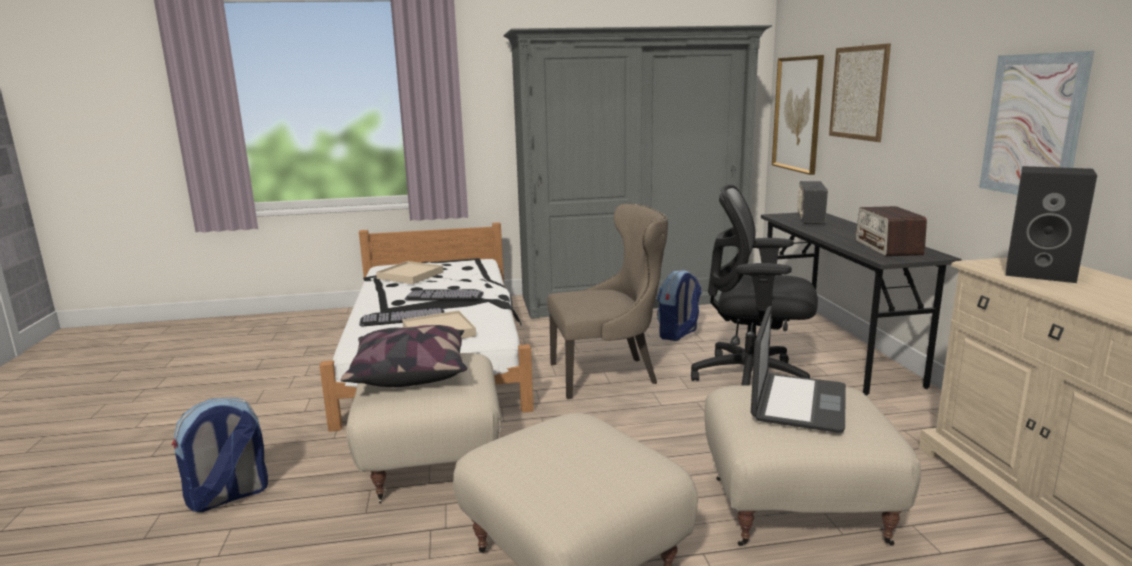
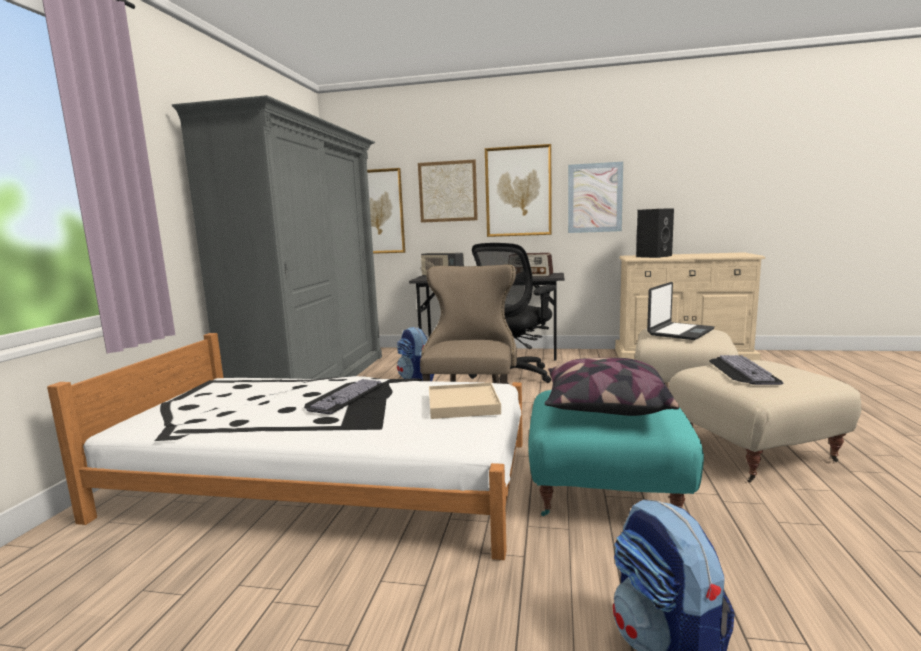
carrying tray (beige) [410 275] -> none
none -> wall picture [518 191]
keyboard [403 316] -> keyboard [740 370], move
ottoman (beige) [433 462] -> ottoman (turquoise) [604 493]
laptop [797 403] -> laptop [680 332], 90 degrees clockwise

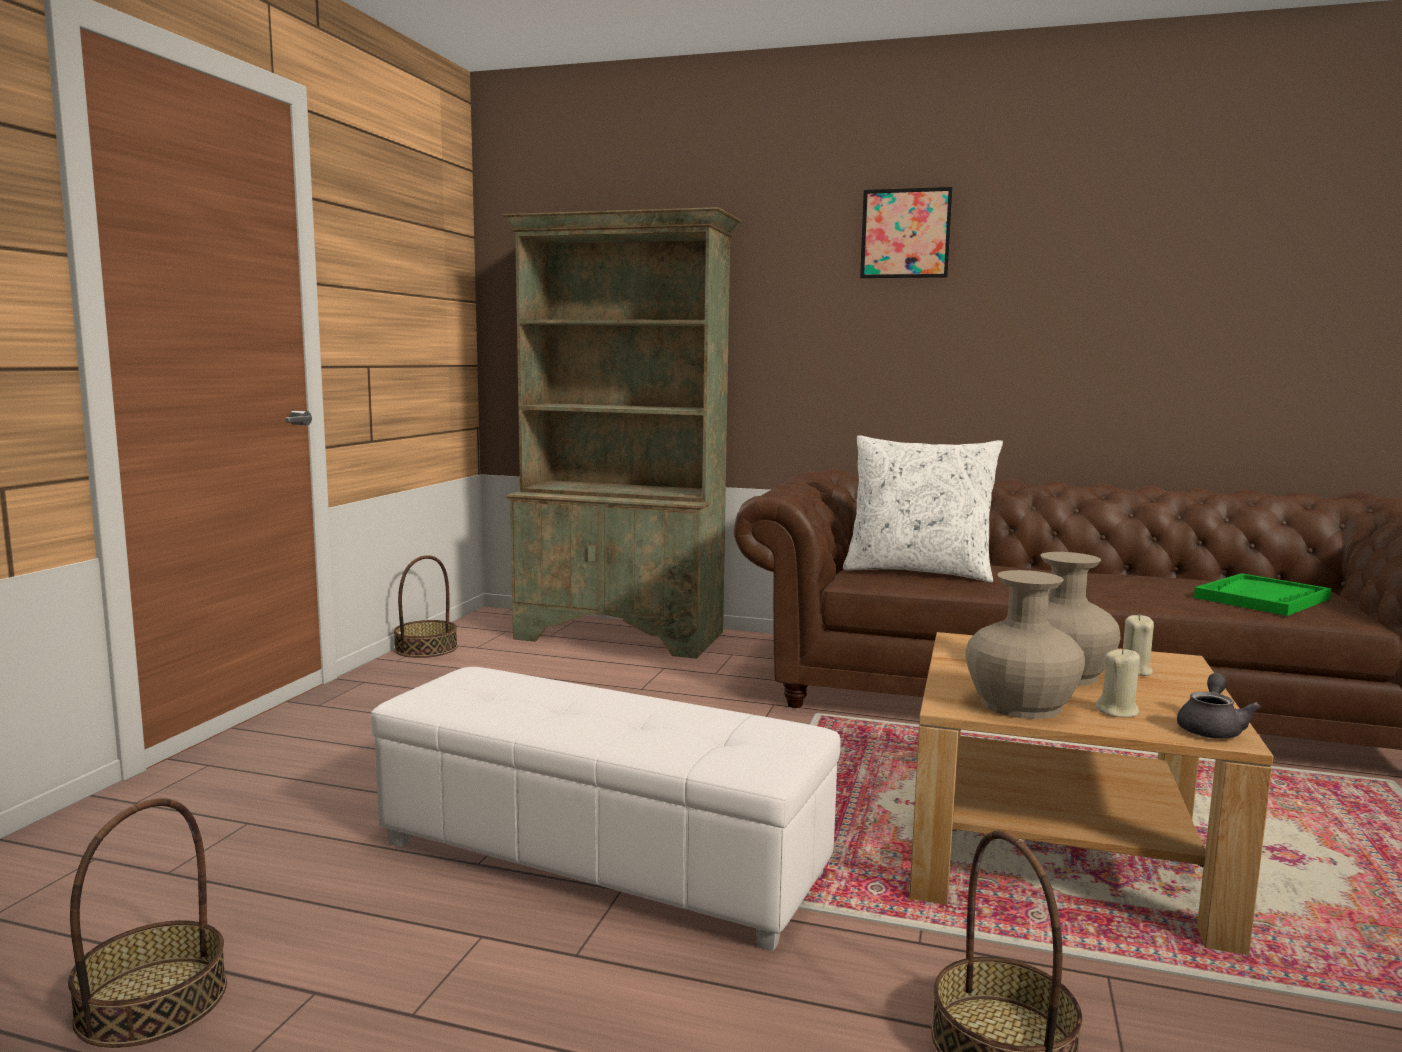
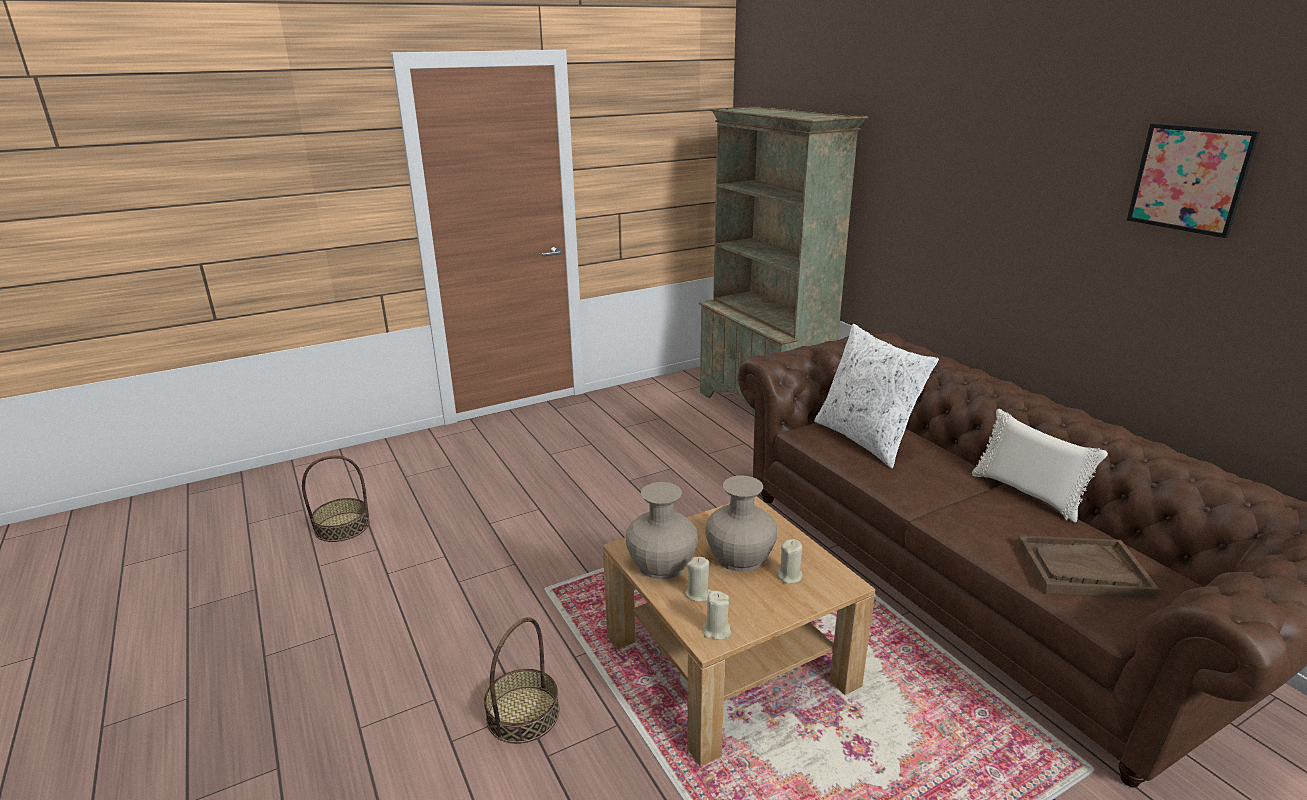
ottoman (whitish) [603 858] -> none
household basket [426 648] -> none
none -> pillow (whitish) [1027 494]
wall picture [905 233] -> wall picture [1189 179], move
teapot (gray) [1211 728] -> candle (beige) [716 631]
carrying tray (green) [1262 598] -> carrying tray (brownish) [1083 569]

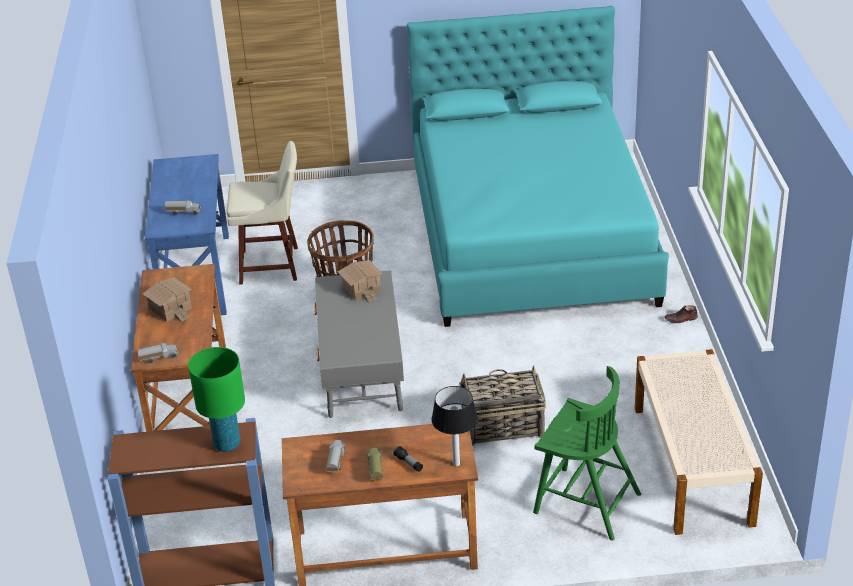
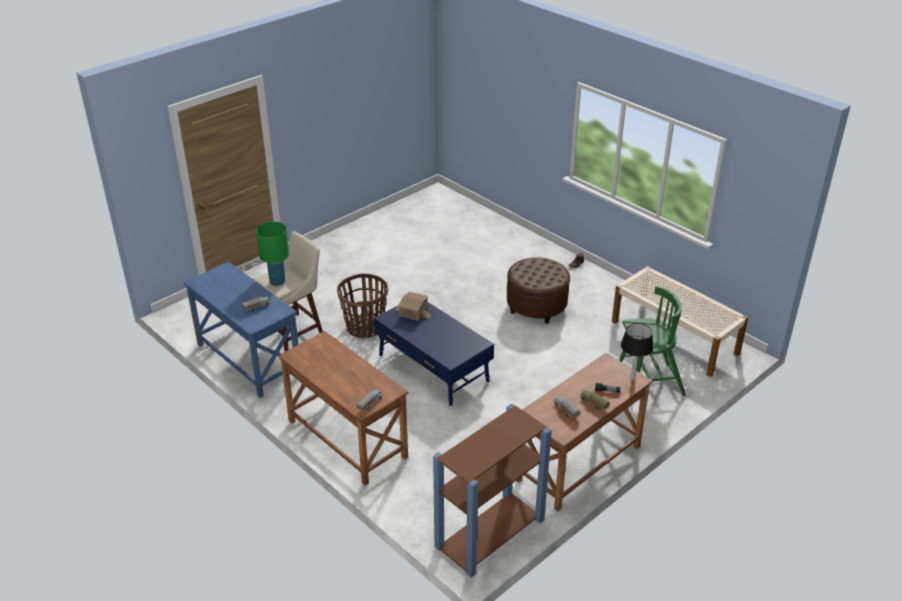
model house [169 309] -> none
bed (turquoise) [531 235] -> none
household basket [501 426] -> none
none -> ottoman (brownish) [536 307]
lamp for a table (green) [227 444] -> lamp for a table (green) [277 282], move
lounge table (gray) [361 369] -> lounge table (bluish) [434 368]

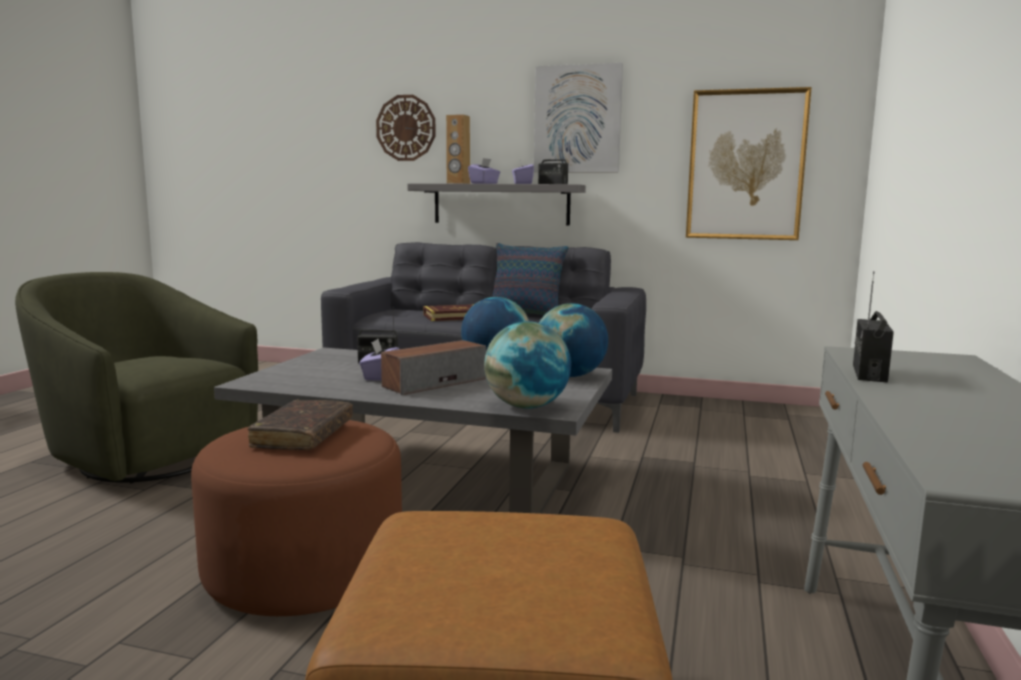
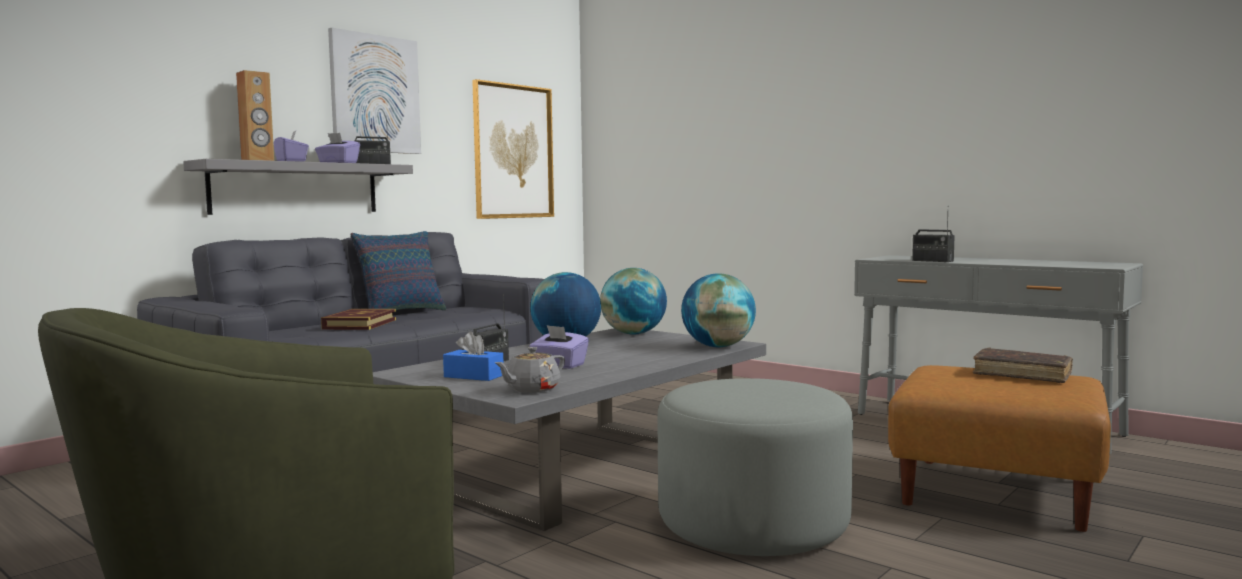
clock on the wall [406 128] -> none
audio speaker [434 383] -> none
none -> tissue holder (bluish) [473 376]
none -> teapot (gray) [532 389]
bound book (brownish) [303 435] -> bound book (brownish) [1022 375], move
ottoman (brownish) [305 571] -> ottoman (gray) [753 524]

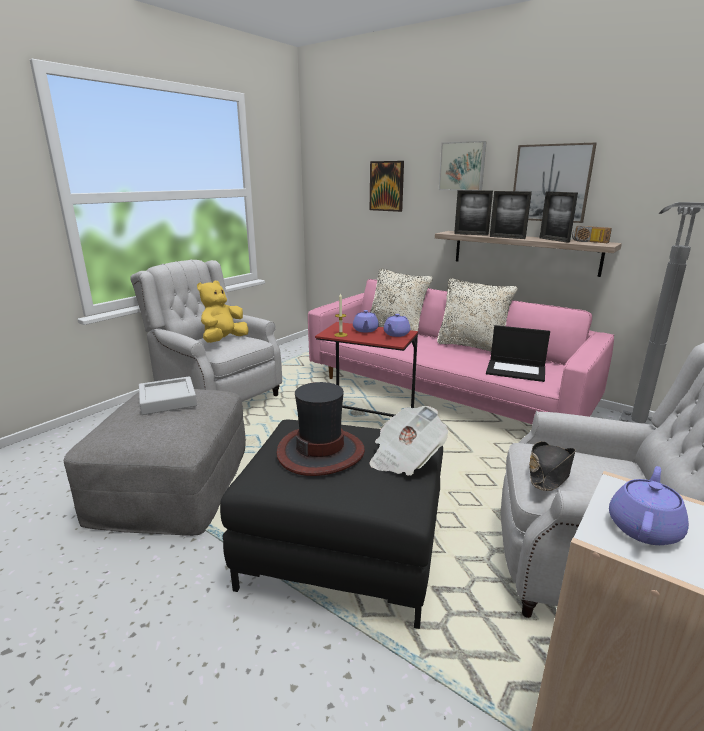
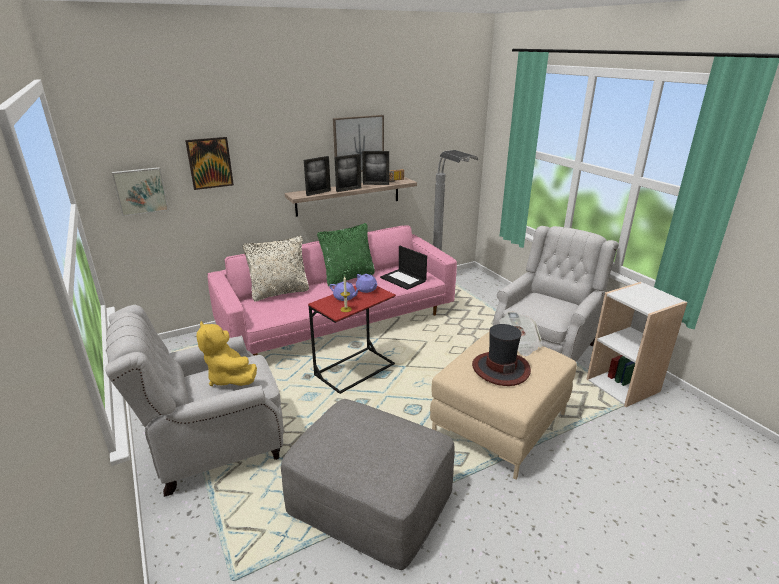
carrying tray (gray) [168 400] -> none
hat (blackish) [549 472] -> none
teapot (purplish) [644 527] -> none
wall picture [462 166] -> wall picture [140 191], move
ottoman (blackish) [341 554] -> ottoman (beige) [499 424]
pillow (beige) [471 347] -> pillow (green) [349 278]
laptop [516 370] -> laptop [403 279], 90 degrees clockwise

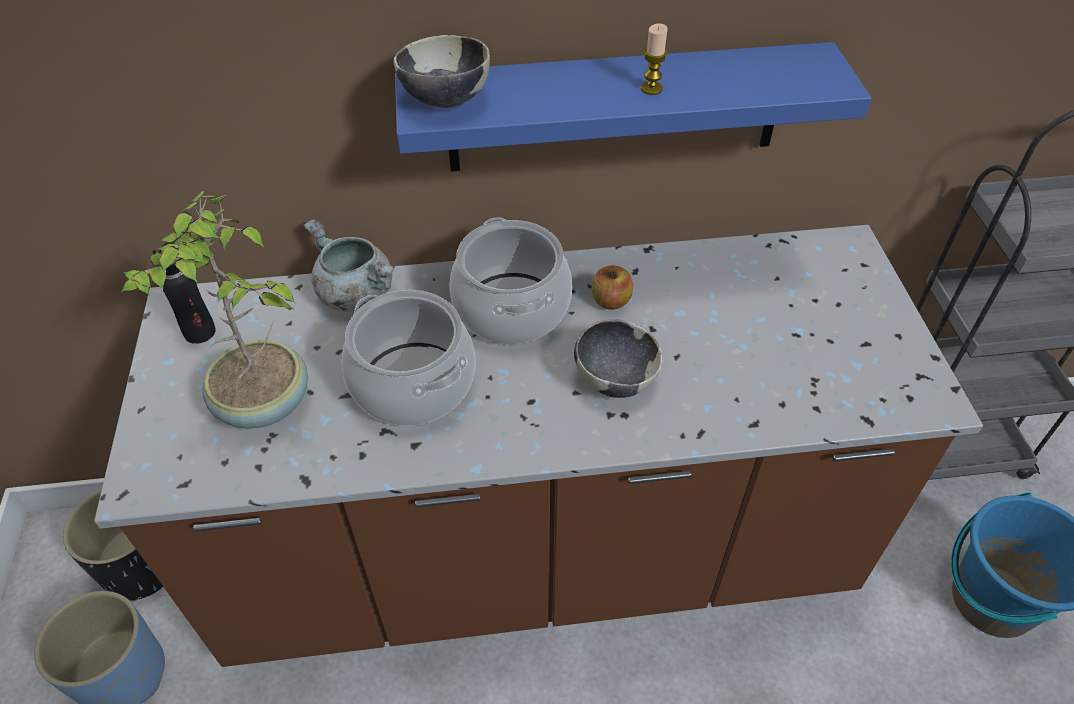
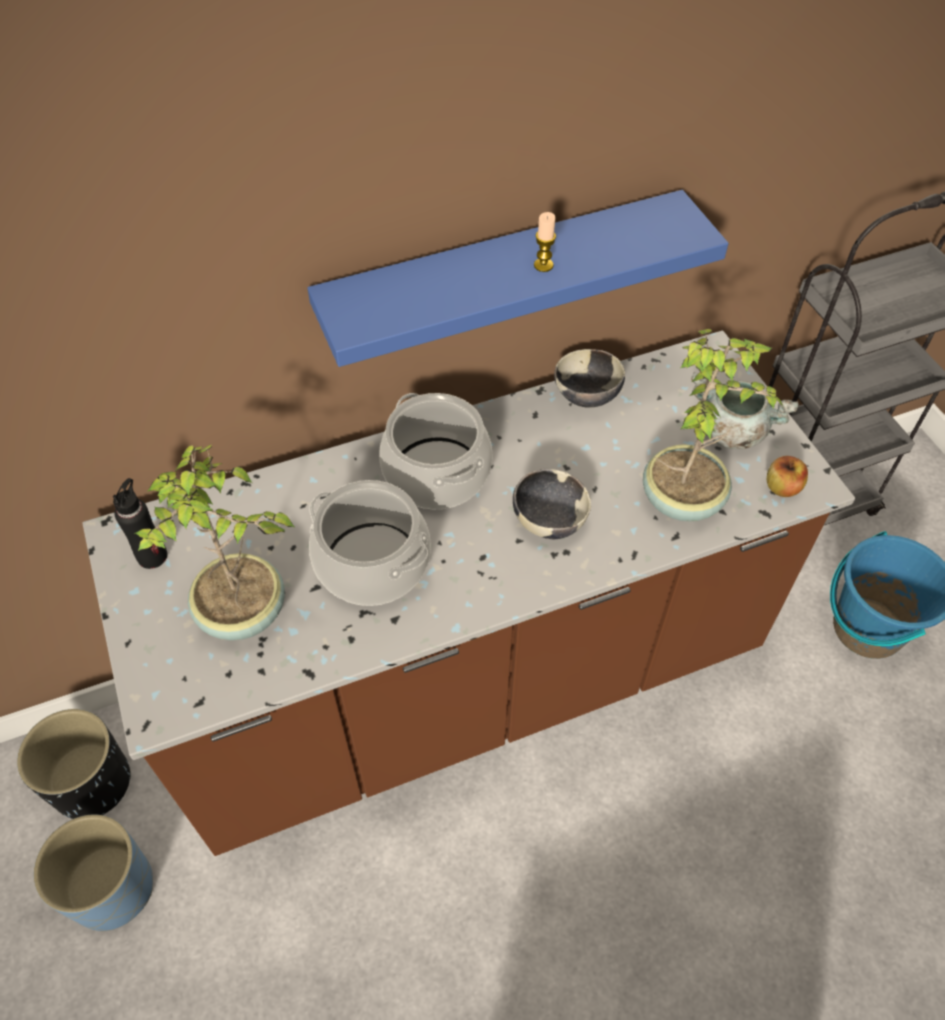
none -> houseplant [683 498]
cooking pot (gray) [355 294] -> cooking pot (gray) [730 431], move
serving bowl [445 100] -> serving bowl [586 396], move
apple [611 301] -> apple [782 487], move

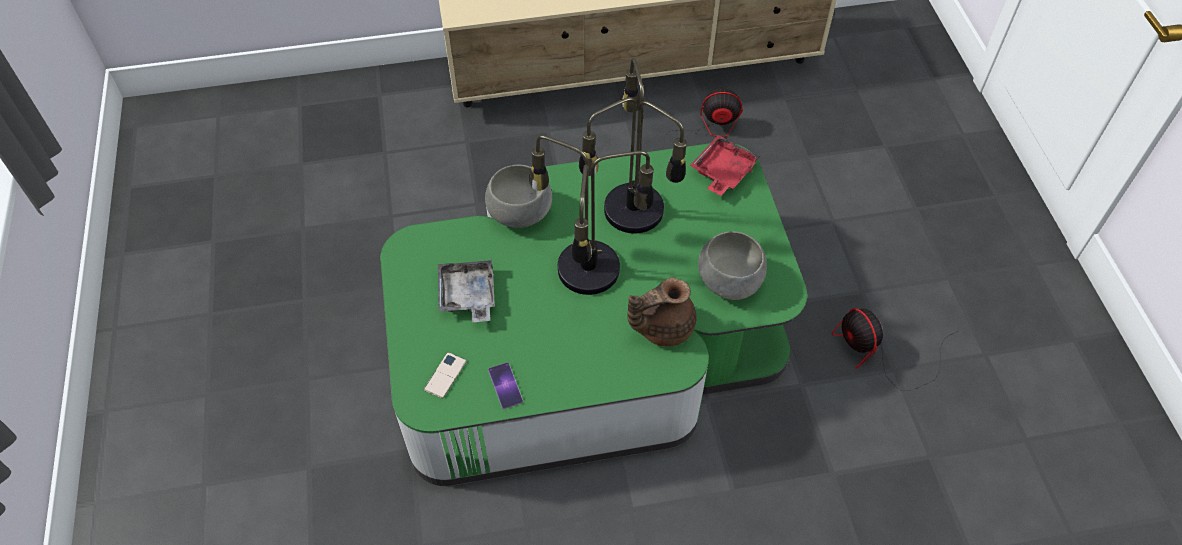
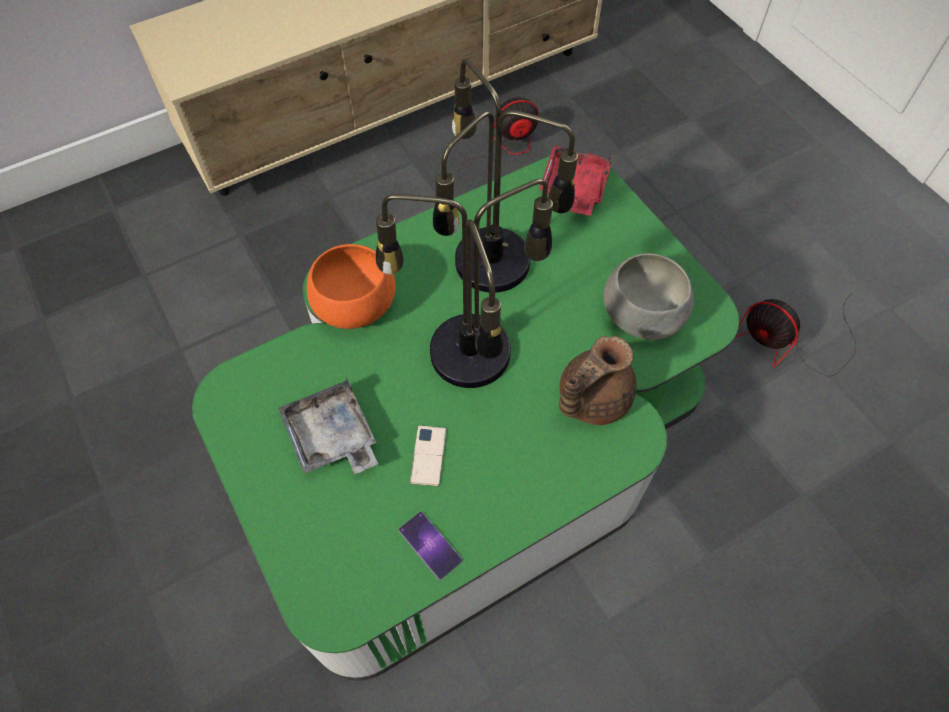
handset [445 375] -> handset [428 455], move
serving bowl (gray) [519 213] -> serving bowl (orange-coloured) [354 307]

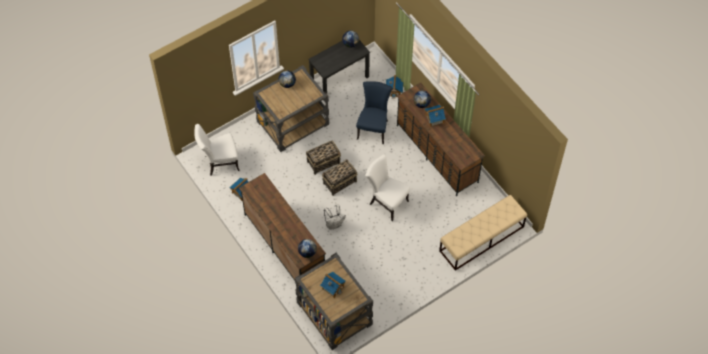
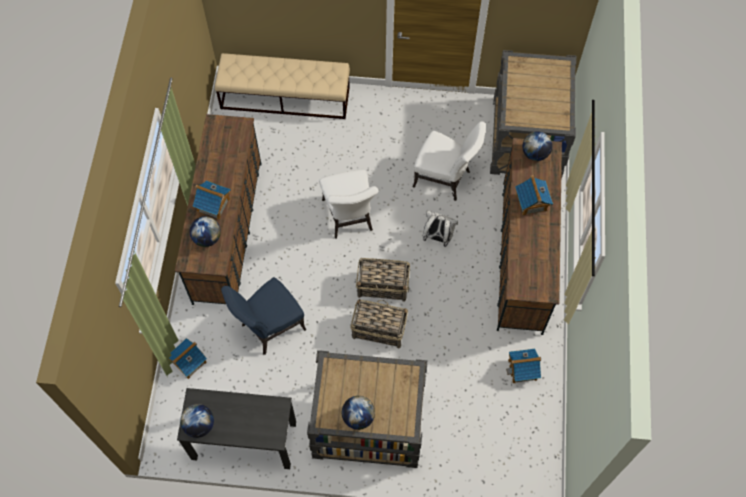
upright chair (whitish) [219 163] -> upright chair (whitish) [445 179], move
model house [333 287] -> model house [531 202], move

